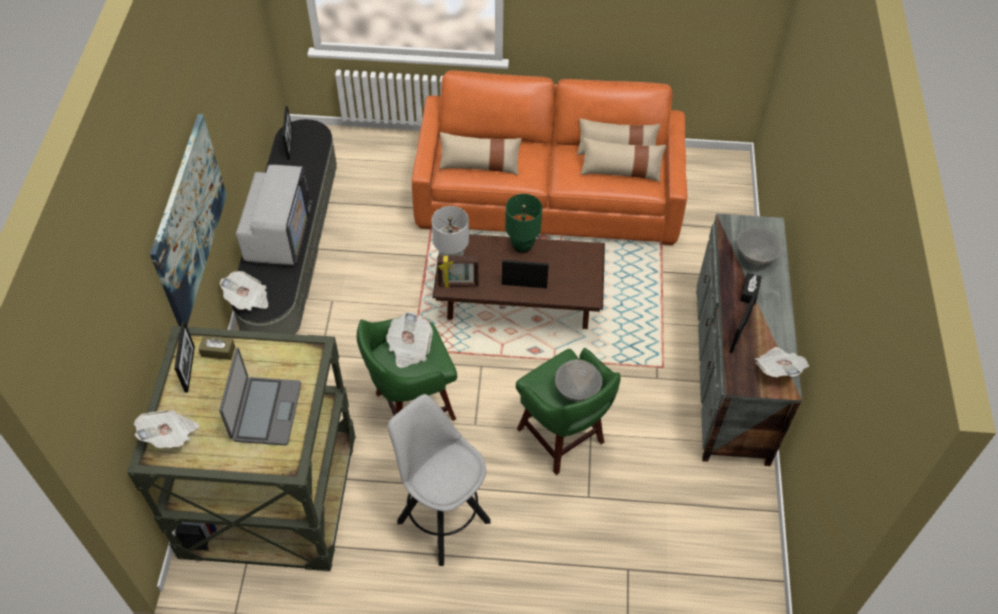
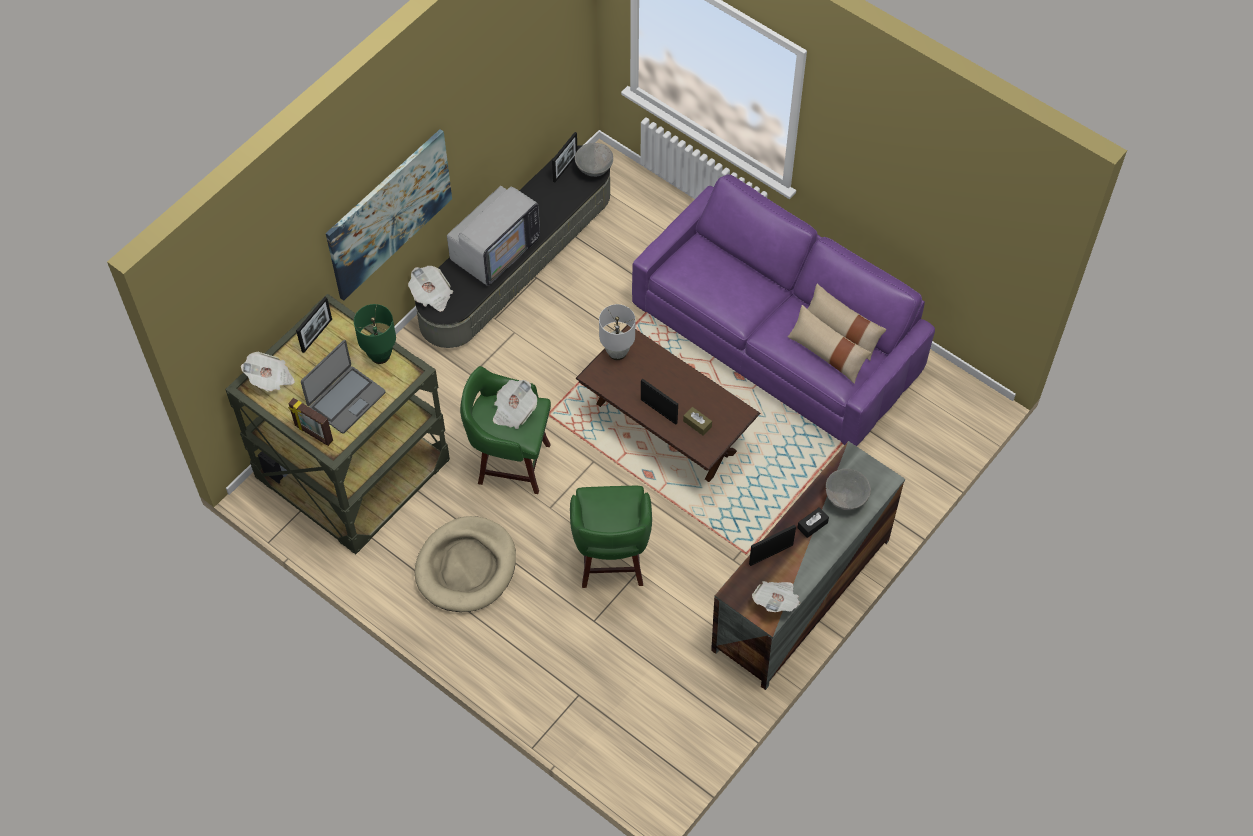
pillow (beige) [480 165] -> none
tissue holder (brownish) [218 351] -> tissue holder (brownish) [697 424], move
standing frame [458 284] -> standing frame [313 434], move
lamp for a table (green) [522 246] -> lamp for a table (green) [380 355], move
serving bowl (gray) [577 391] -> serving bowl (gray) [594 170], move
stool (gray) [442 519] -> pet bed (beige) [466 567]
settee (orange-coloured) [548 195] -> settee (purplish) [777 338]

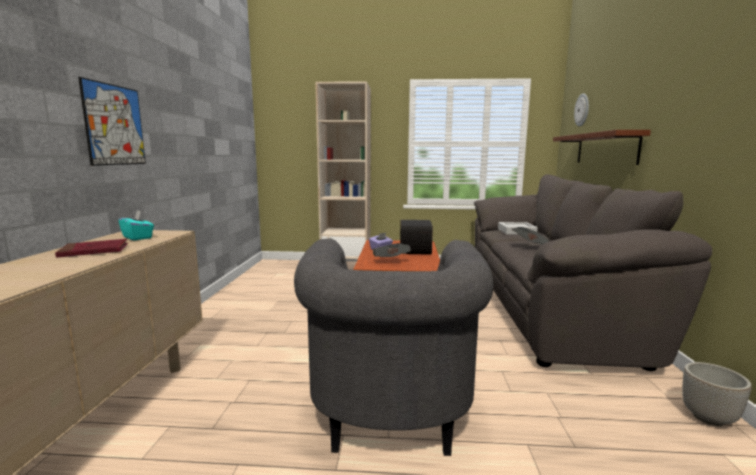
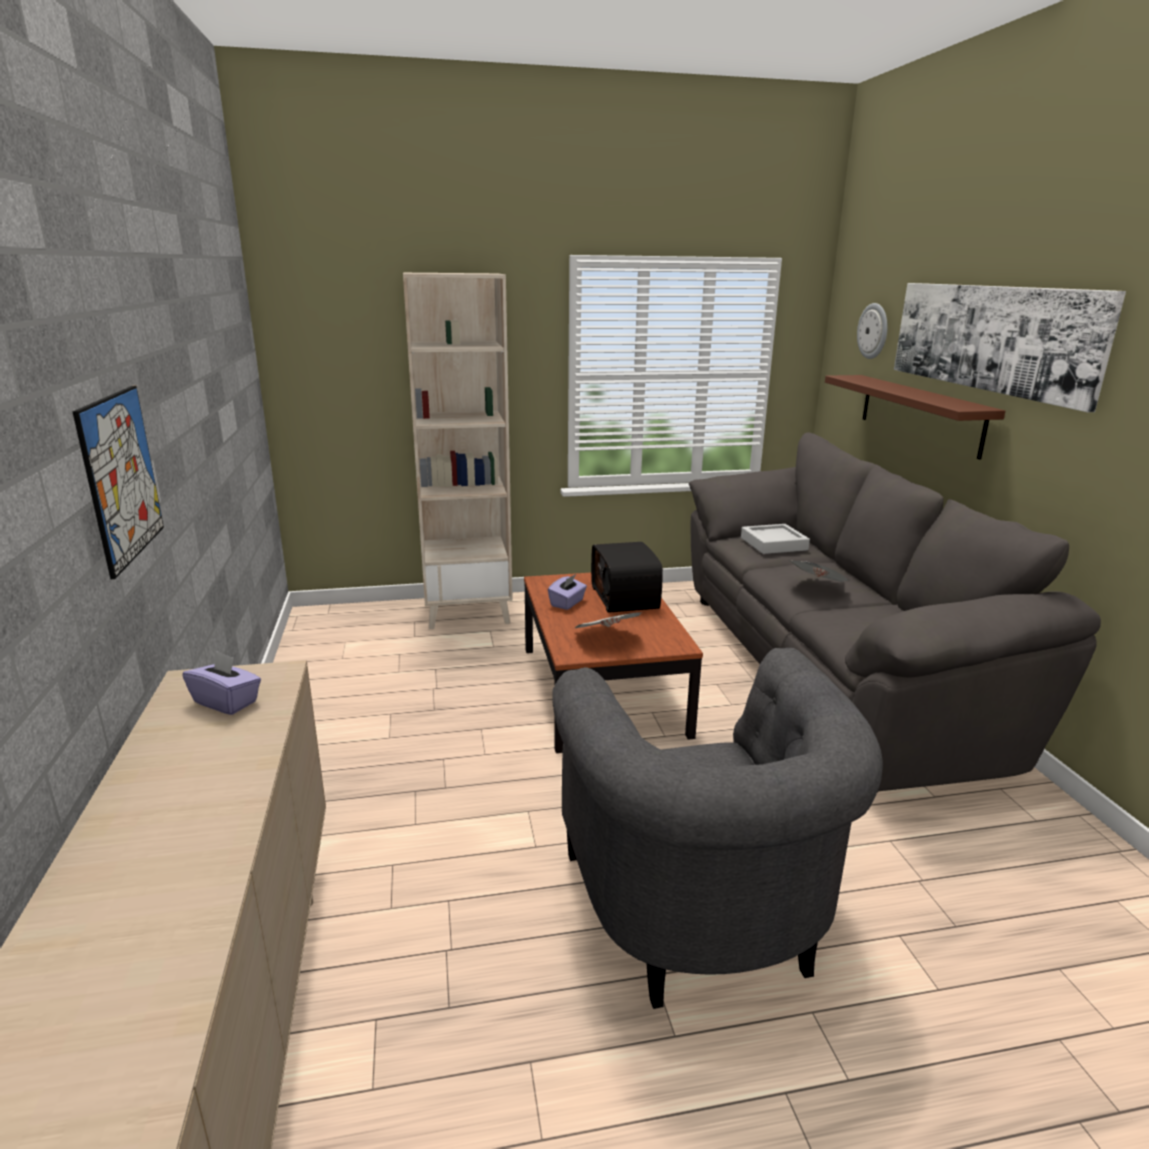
bound book (red) [94 251] -> none
flower pot [709 418] -> none
none -> wall picture [991 338]
tissue holder (turquoise) [138 237] -> tissue holder (purplish) [226 702]

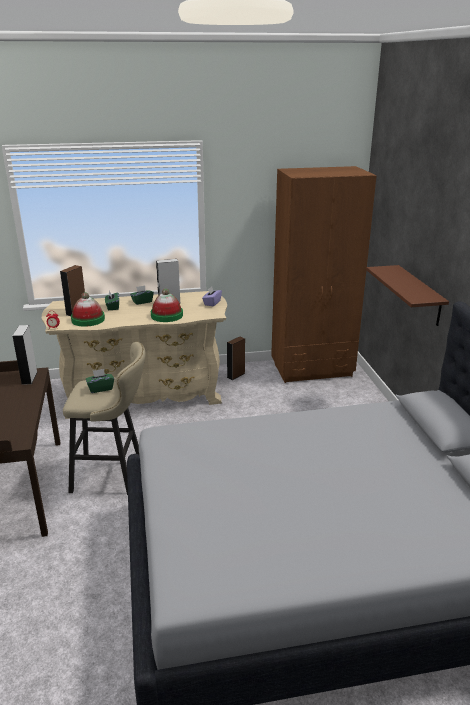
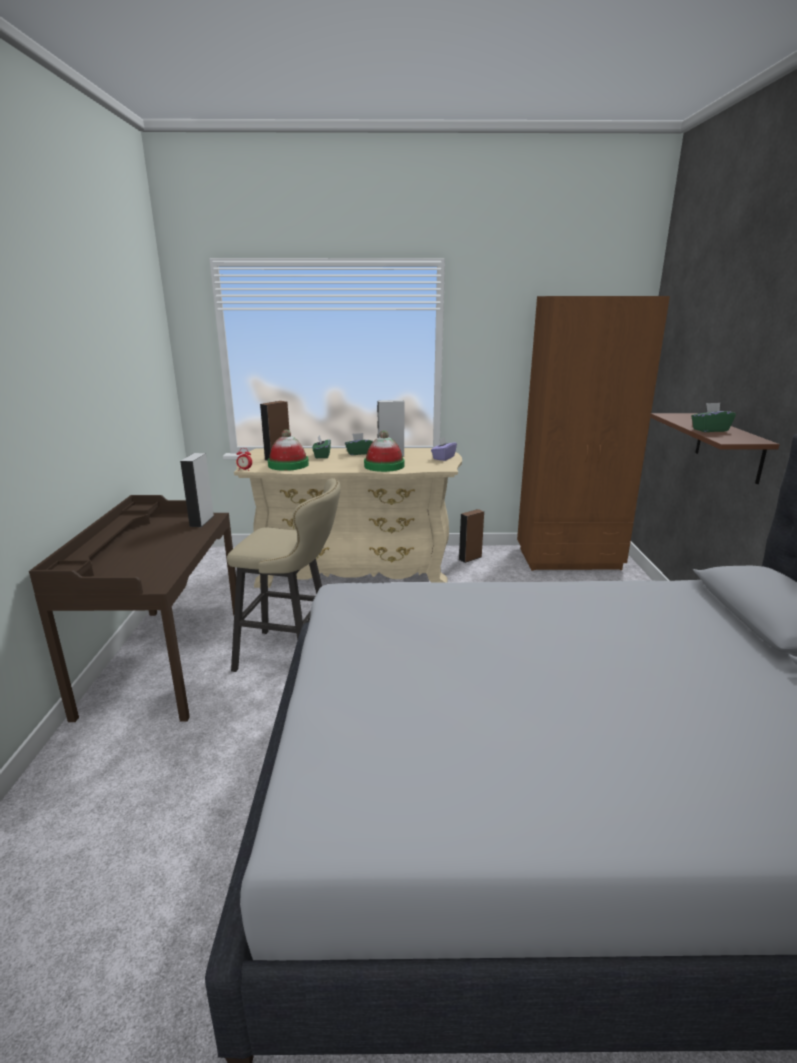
tissue holder (green) [100 388] -> tissue holder (green) [710 430], move

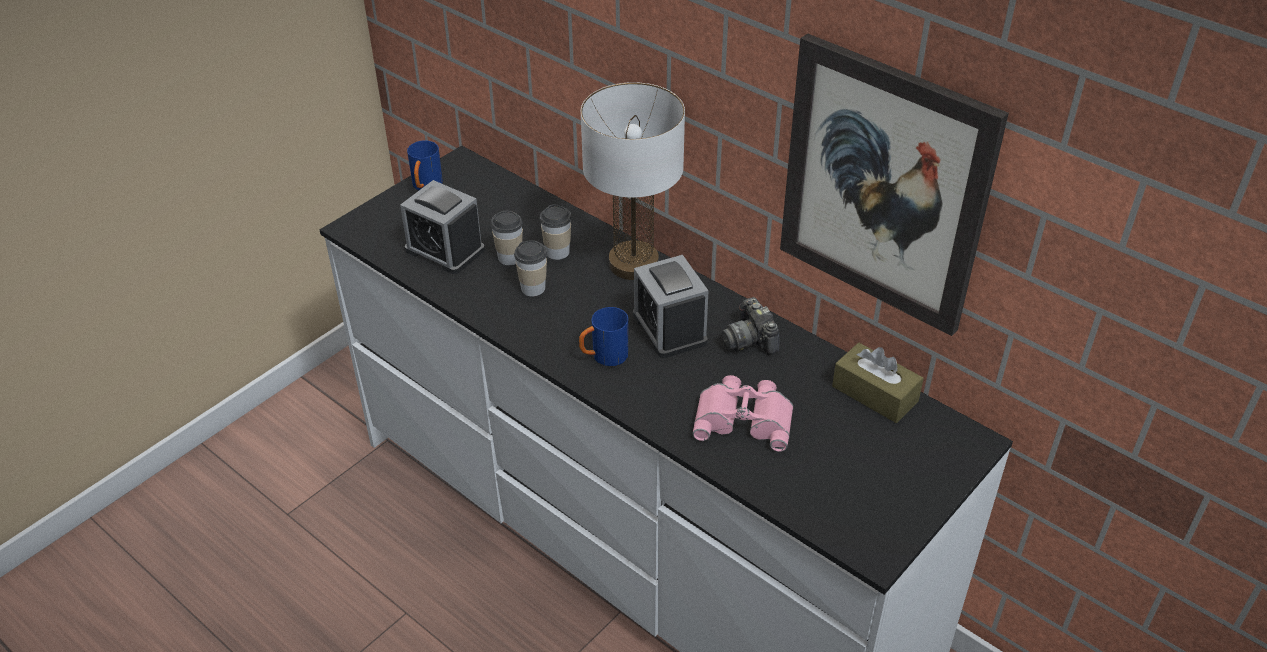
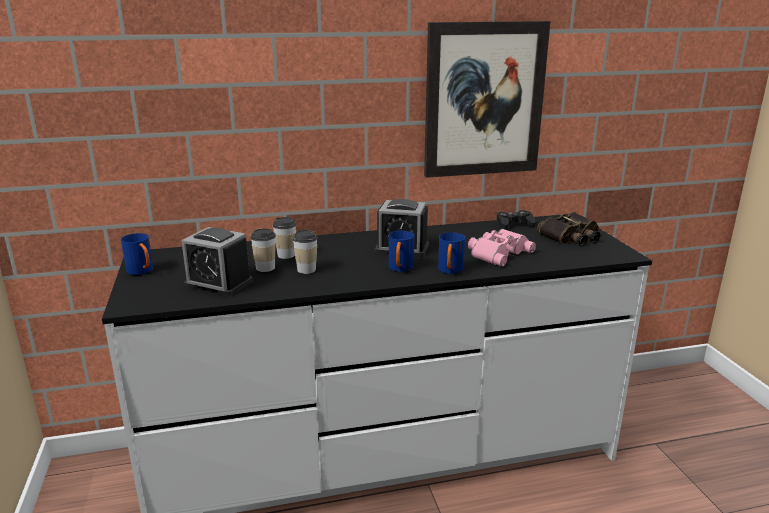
lamp for a table [633 263] -> none
still camera [750 340] -> none
none -> coffee mug (bluish) [450 271]
none -> pair of binoculars [571 237]
tissue holder (brownish) [875 394] -> game controller (blackish) [514 225]
bedside clock [445 250] -> bedside clock [219 283], 45 degrees clockwise

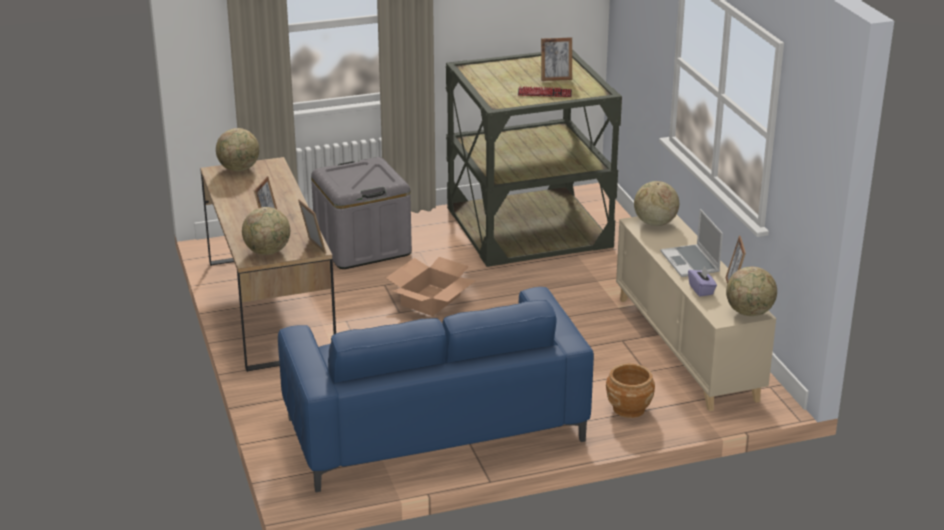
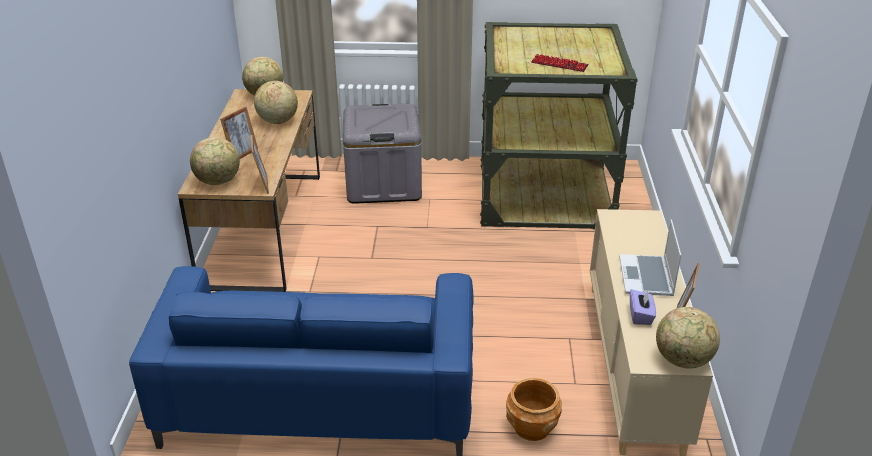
carton [431 300] -> none
standing frame [556 78] -> none
desk globe [655 223] -> desk globe [277 121], move

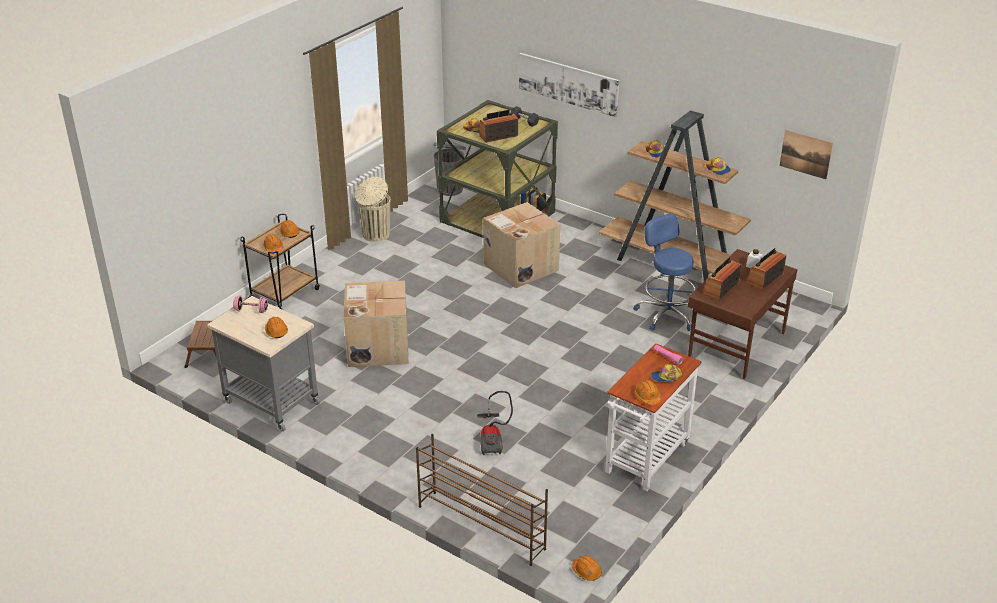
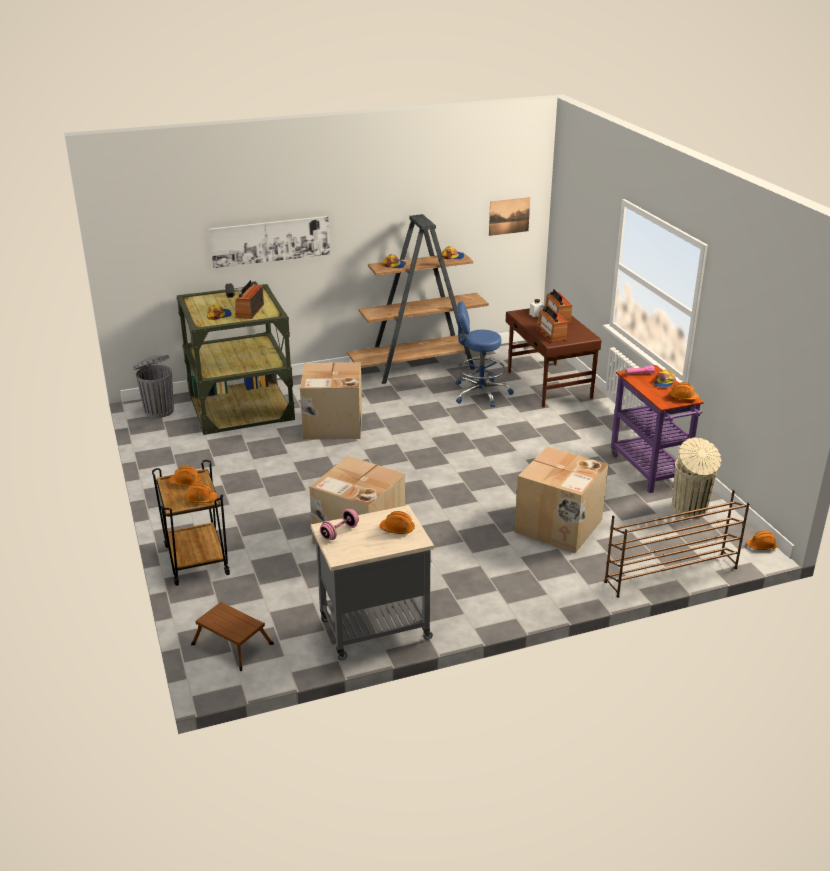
waste bin (beige) [375 235] -> waste bin (beige) [690 509], move
vacuum cleaner [492 439] -> carton [559 526]
cart (whitish) [646 458] -> cart (purplish) [649 470]

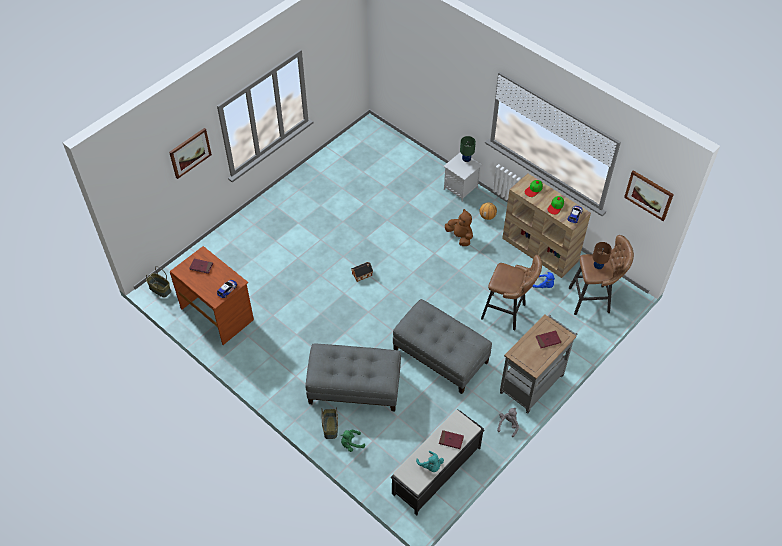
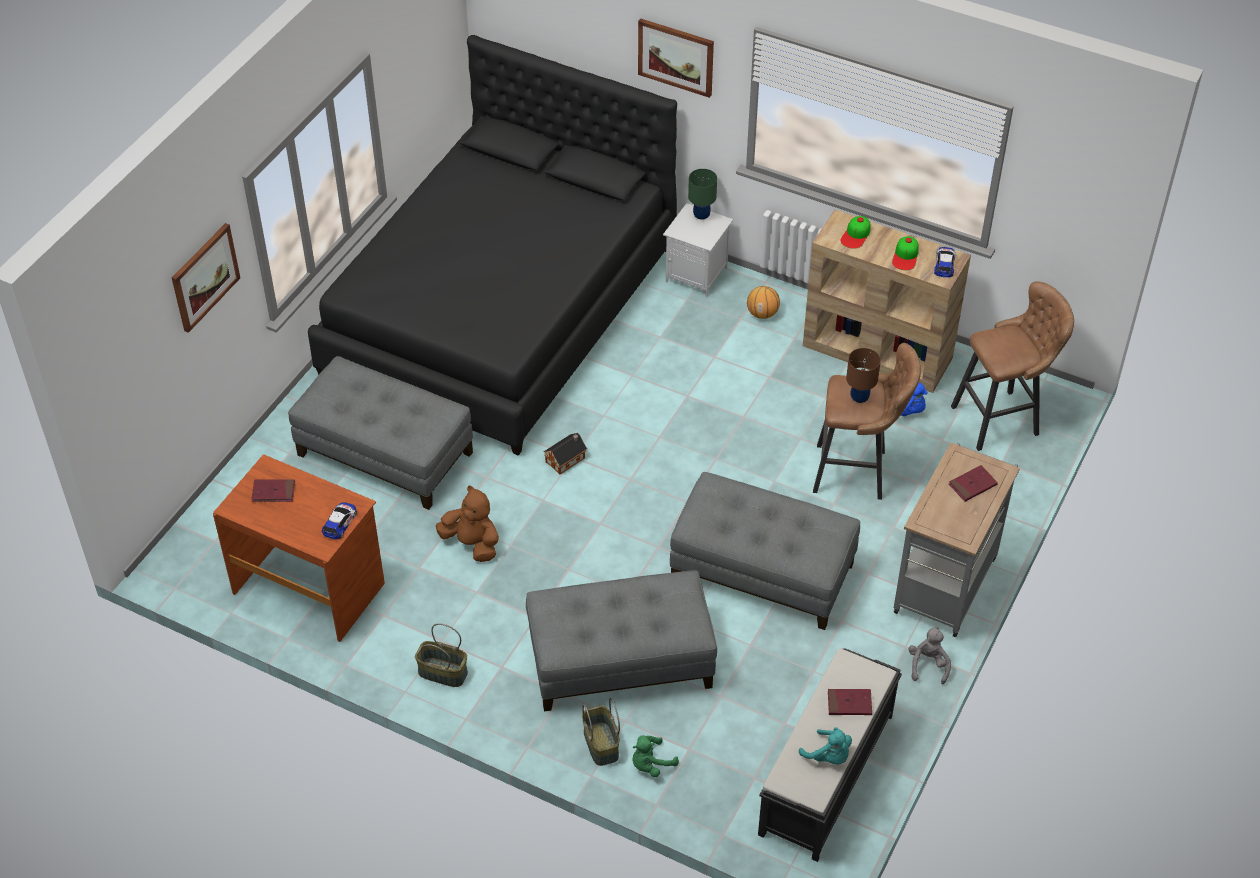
none -> ottoman (gray) [386 453]
none -> bed (blackish) [501 310]
household basket [159 289] -> household basket [442 673], move
cuddly toy (brownish) [460 236] -> cuddly toy (brownish) [472 544], move
lamp for a table (brownish) [597 266] -> lamp for a table (brownish) [858 397], move
wall picture [649 195] -> wall picture [676 56], move

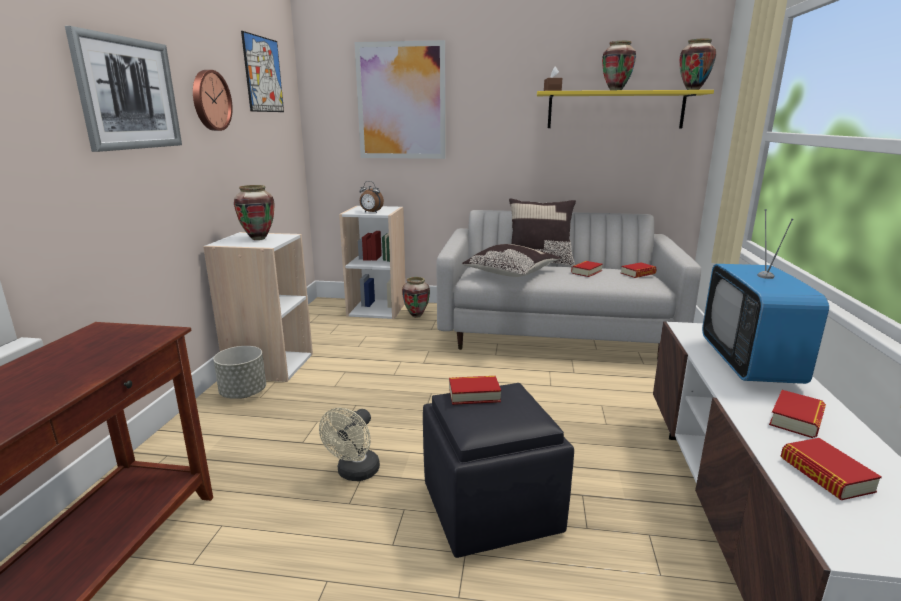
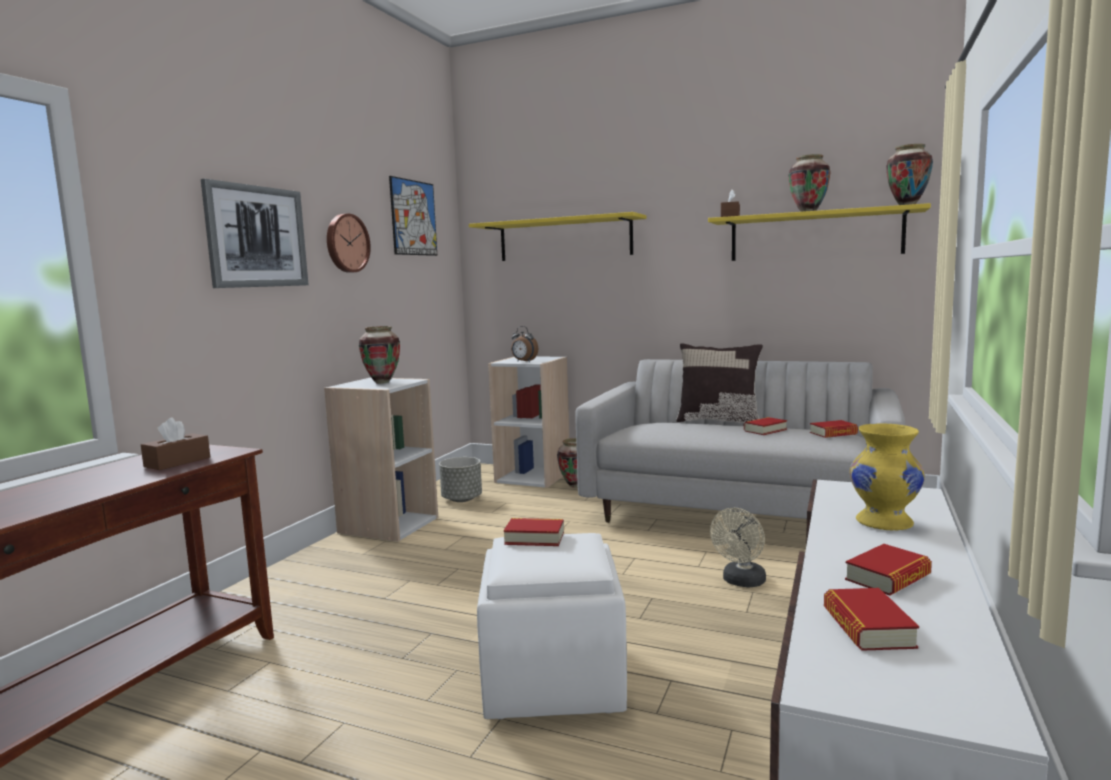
pillow [511 273] -> none
none -> tissue holder (brownish) [177 462]
flower pot (gray) [243 393] -> flower pot (gray) [462 499], move
electric fan (beige) [355 473] -> electric fan (beige) [741 582], move
wall picture [401 101] -> bracket shelf (yellow) [564 239]
TV [749 363] -> vase (yellow) [885 523]
ottoman (blackish) [492 509] -> ottoman (whitish) [554 681]

